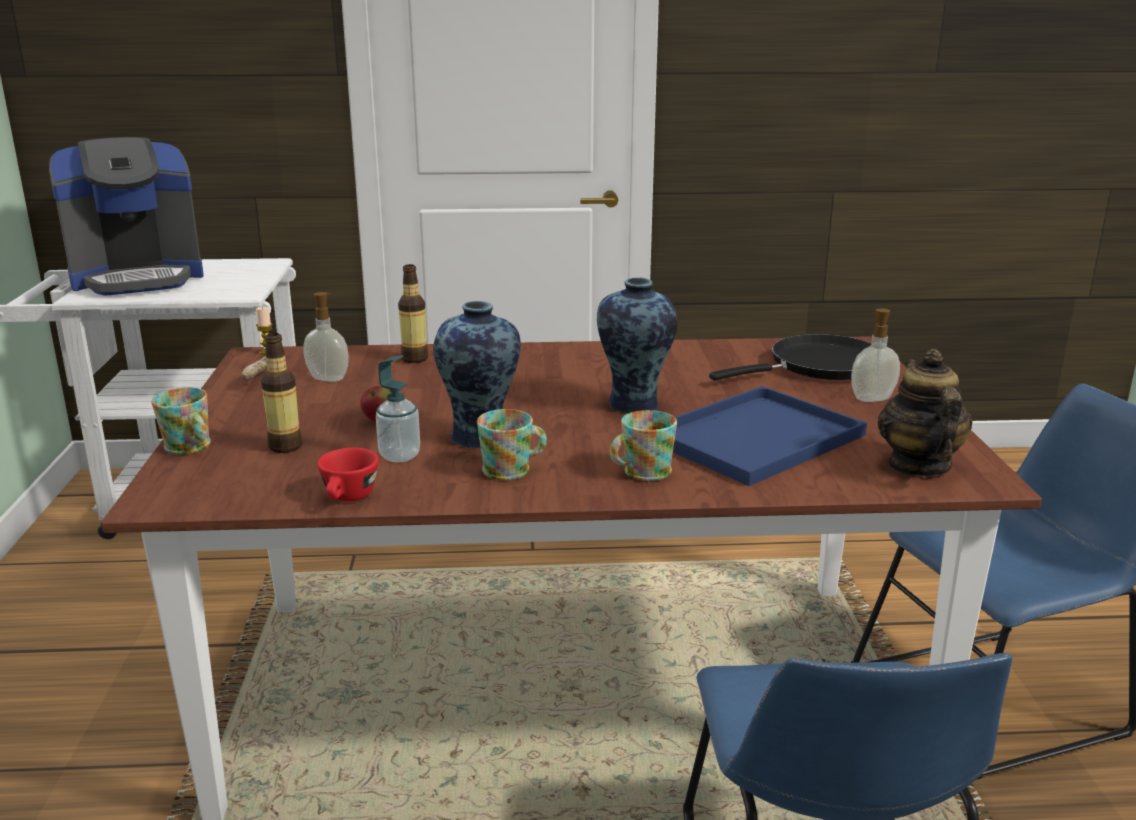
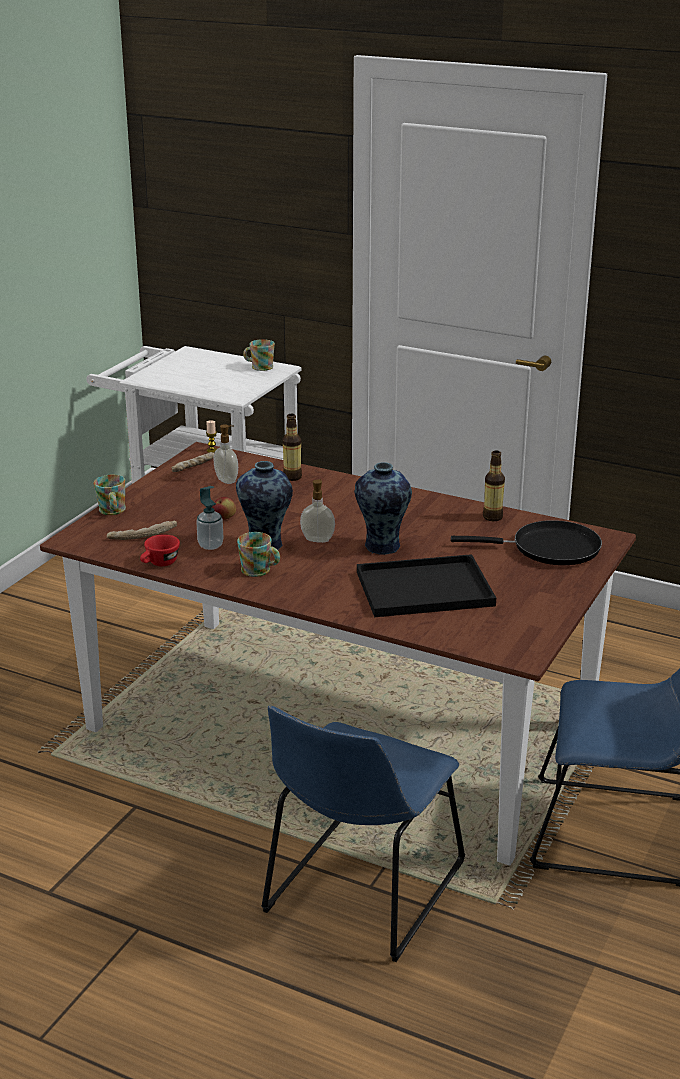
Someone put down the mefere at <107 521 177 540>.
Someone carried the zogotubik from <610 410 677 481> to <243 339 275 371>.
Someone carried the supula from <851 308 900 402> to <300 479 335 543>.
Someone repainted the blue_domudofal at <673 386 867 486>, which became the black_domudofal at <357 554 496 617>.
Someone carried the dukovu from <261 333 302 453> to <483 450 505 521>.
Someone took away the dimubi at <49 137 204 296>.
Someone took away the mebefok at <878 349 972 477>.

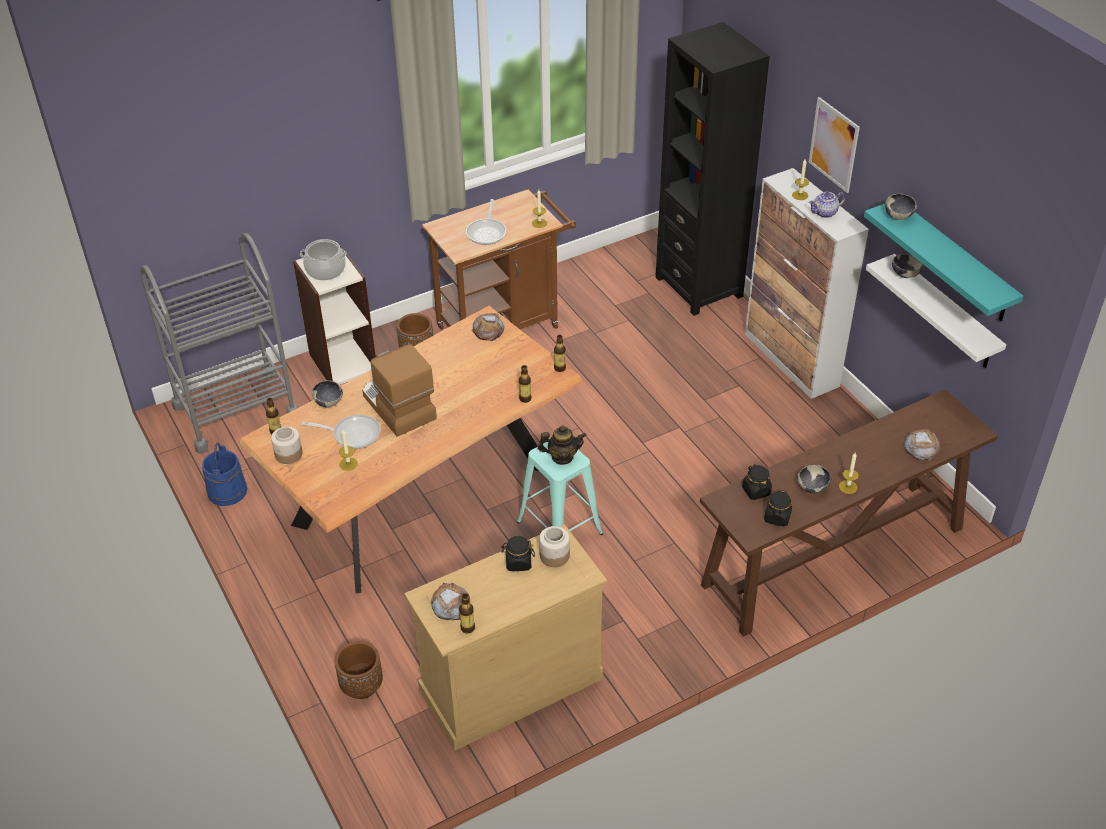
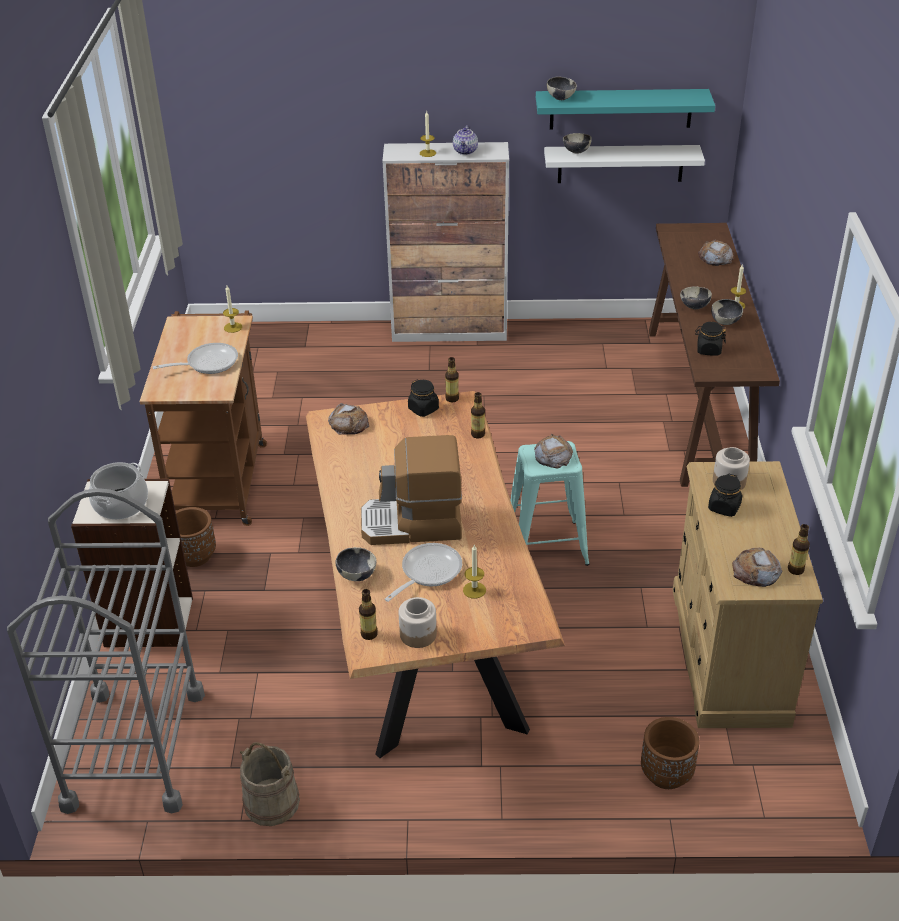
Someone rotated the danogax at <466 199 507 245> by 60 degrees counterclockwise.
Someone repainted the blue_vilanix at <202 443 247 506>, which became the beige_vilanix at <240 742 300 826>.
Someone carried the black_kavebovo from <764 490 792 526> to <408 379 439 417>.
Someone swapped the mebefok at <538 425 586 465> for the mefere at <534 434 573 469>.
Someone put down the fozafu at <680 286 712 309>.
Someone took away the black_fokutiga at <656 22 770 316>.
Someone took away the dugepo at <809 97 860 193>.

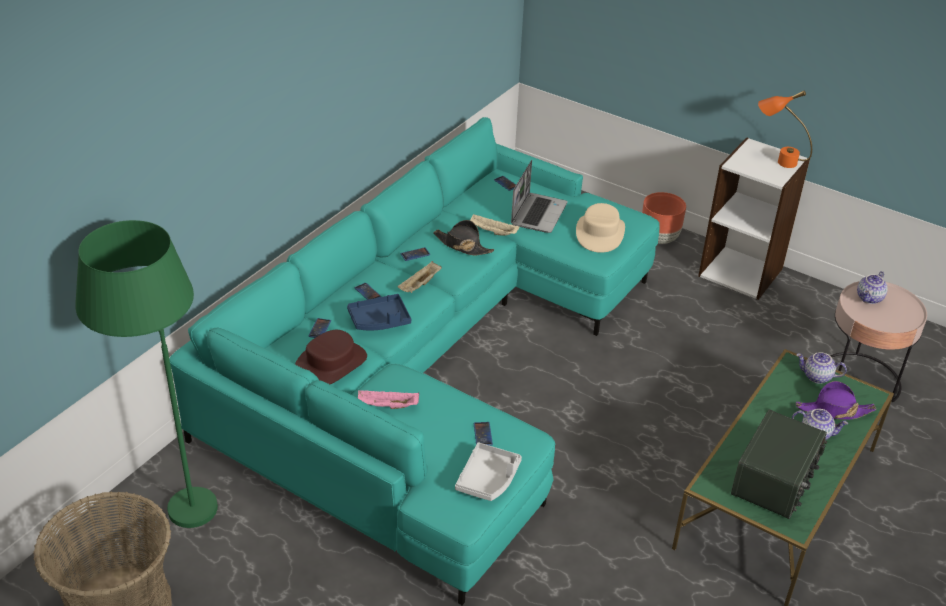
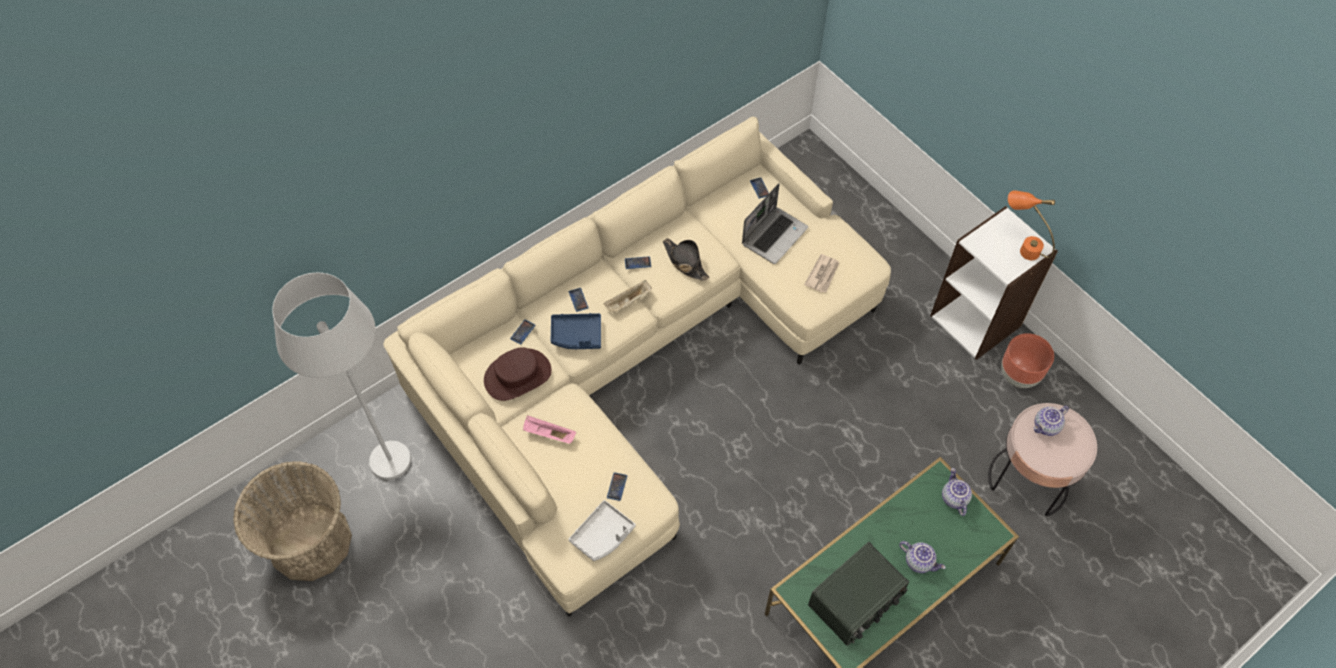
Someone repainted the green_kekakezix at <75 220 218 528>, which became the white_kekakezix at <272 273 411 480>.
Someone repainted the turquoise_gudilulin at <170 117 660 605>, which became the beige_gudilulin at <383 116 891 617>.
Someone swapped the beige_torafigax at <576 203 625 253> for the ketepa at <804 254 840 293>.
Someone rotated the mebefok at <796 352 847 384> by 45 degrees clockwise.
Someone carried the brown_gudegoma from <642 192 686 244> to <1001 333 1054 388>.
Someone took away the beige_domudofal at <470 214 520 236>.
Someone took away the purple_torafigax at <796 381 876 419>.

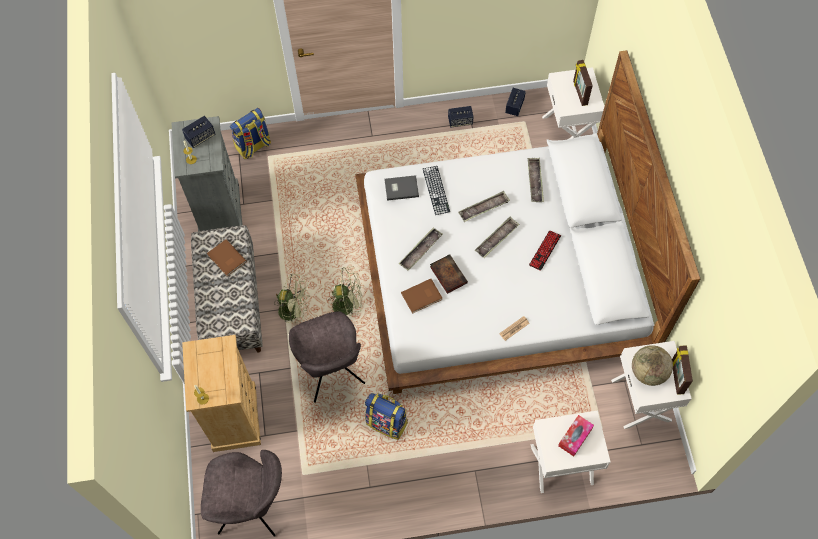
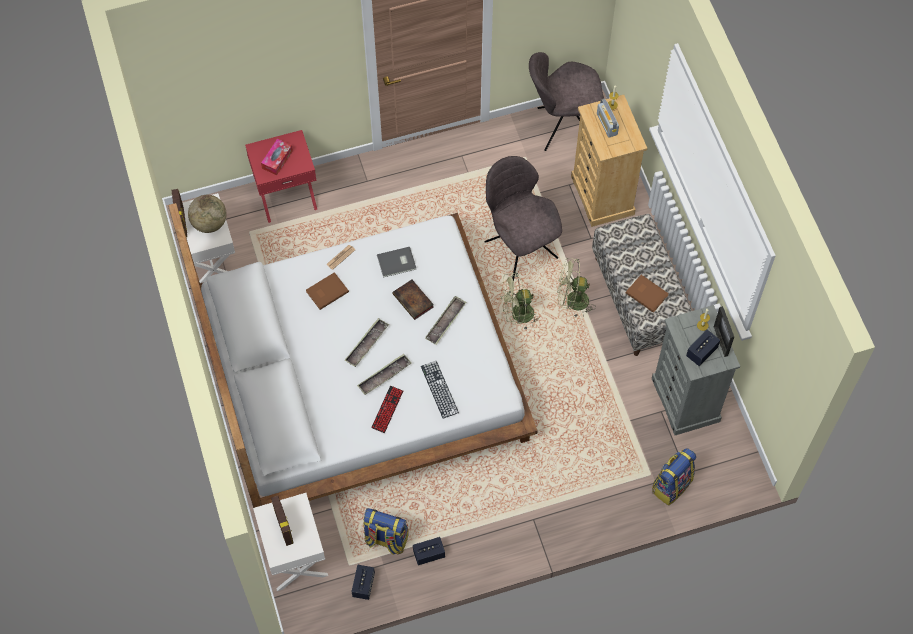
Someone repainted the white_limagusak at <530 411 611 493>, which became the red_limagusak at <245 130 317 223>.
Someone carried the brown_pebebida from <401 279 443 314> to <306 272 349 310>.
Someone carried the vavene from <365 393 408 440> to <363 508 409 555>.
Someone carried the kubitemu from <529 230 561 271> to <371 386 403 433>.
Someone carried the grey_pebebida from <385 175 419 201> to <377 247 416 278>.
Someone put down the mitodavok at <597 99 619 138>.
Someone put down the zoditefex at <714 306 734 357>.
Someone took away the domudofal at <527 158 544 202>.

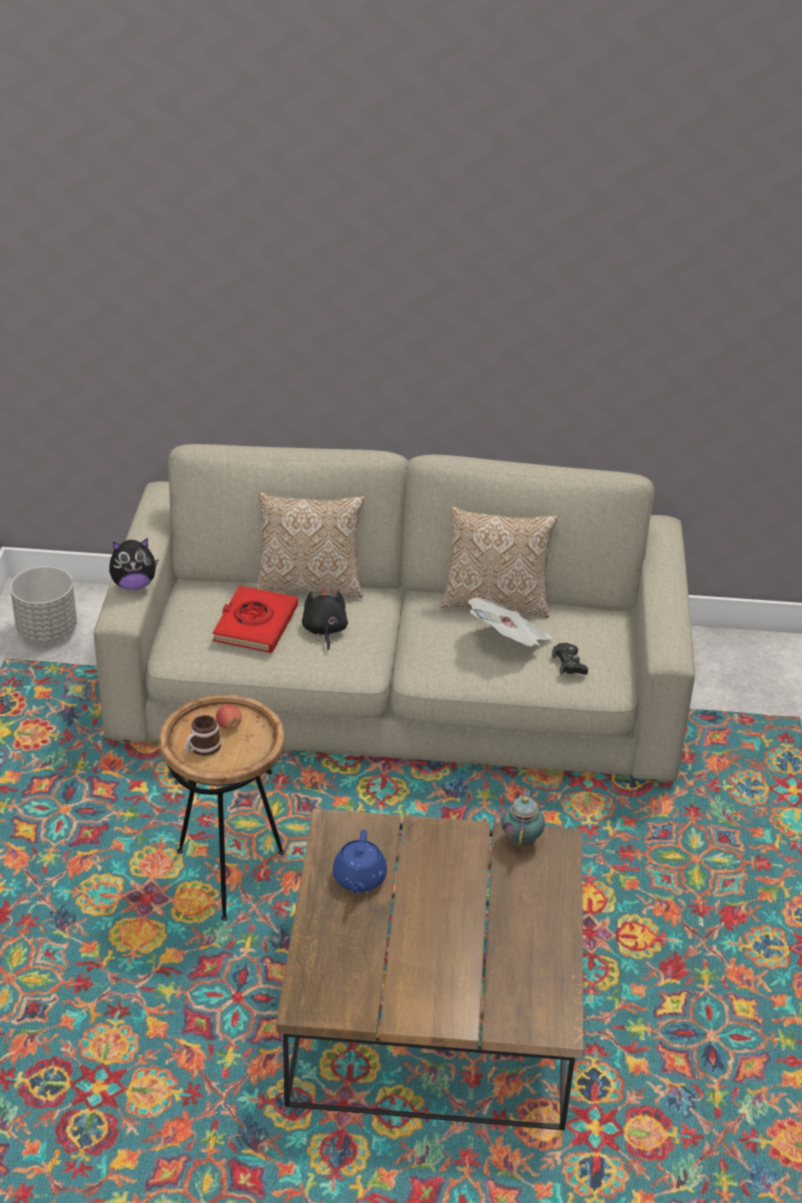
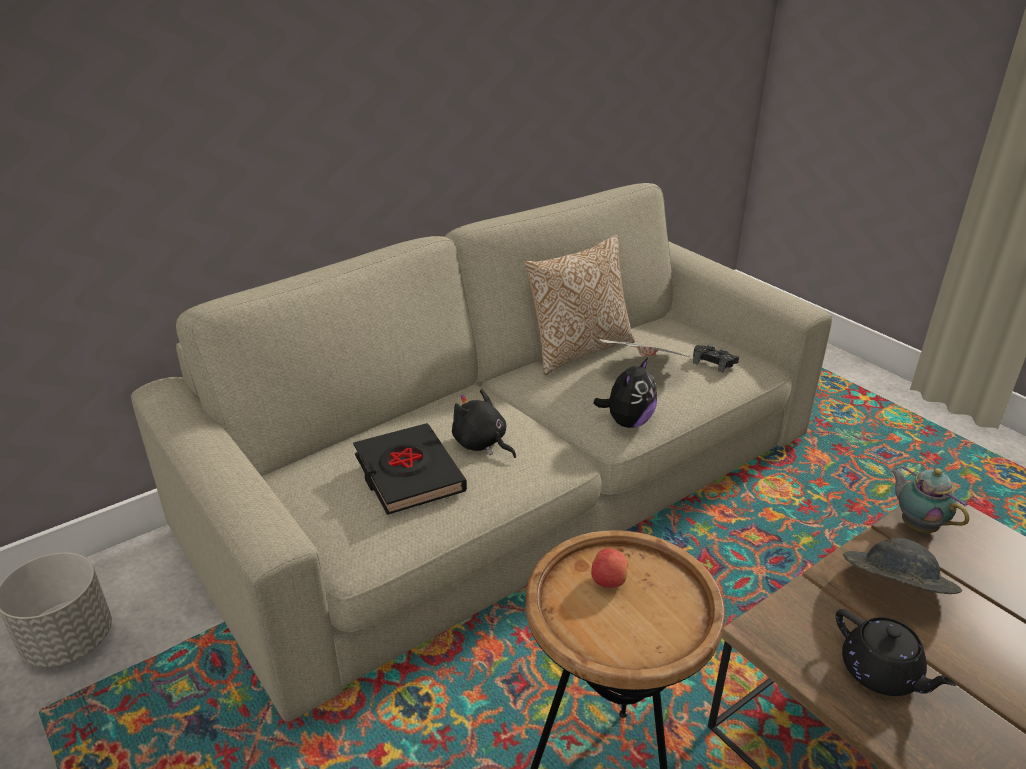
Someone repainted the red_pebebida at <212 585 298 653>, which became the black_pebebida at <353 423 467 515>.
Someone carried the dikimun from <109 538 158 590> to <593 357 657 428>.
Someone repainted the blue_mebefok at <333 830 387 893>, which became the black_mebefok at <836 609 956 696>.
Someone put down the grey_torafigax at <843 538 962 594>.
Someone took away the zogotubik at <185 715 221 756>.
Someone took away the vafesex at <256 492 365 598>.

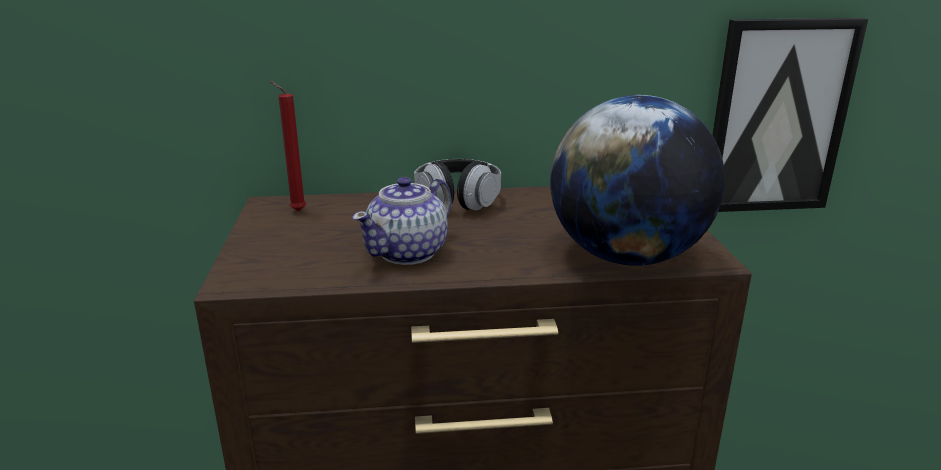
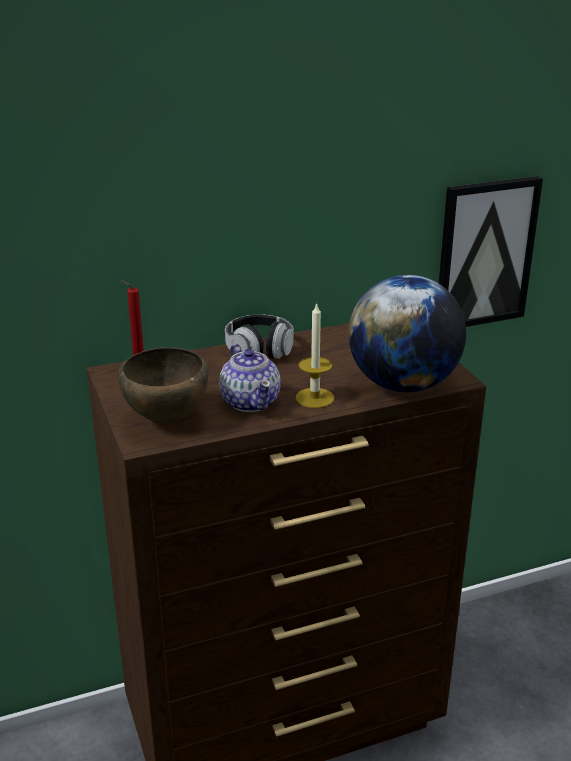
Someone put down the brown_fozafu at <118 347 208 424>.
Someone rotated the mebefok at <352 177 452 265> by 45 degrees counterclockwise.
Someone put down the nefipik at <296 302 334 408>.

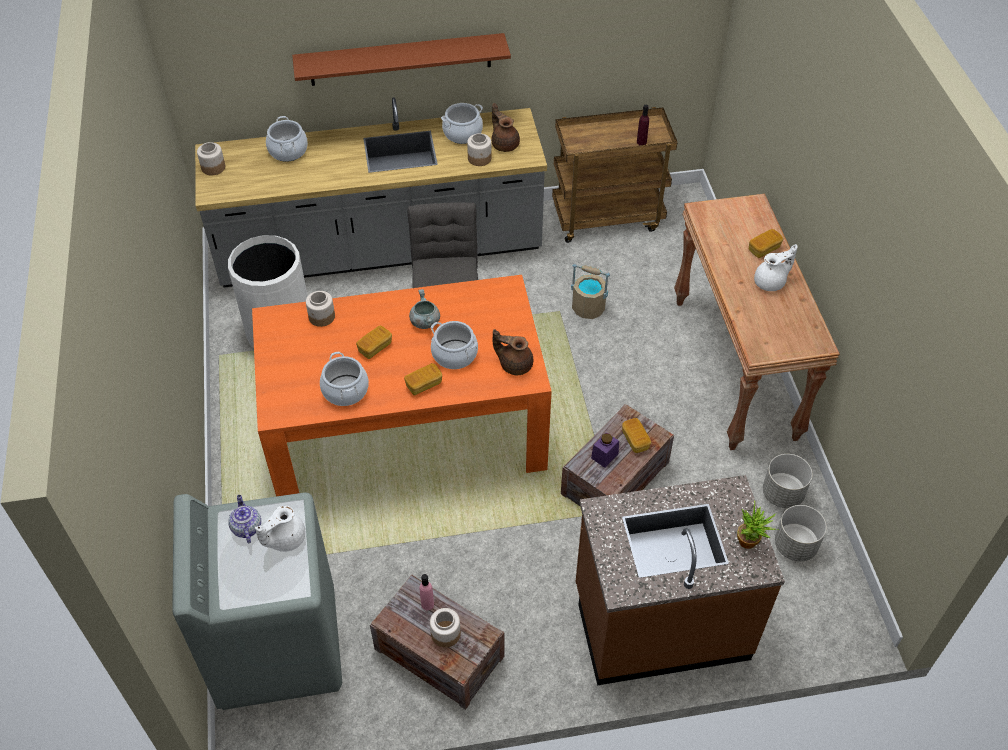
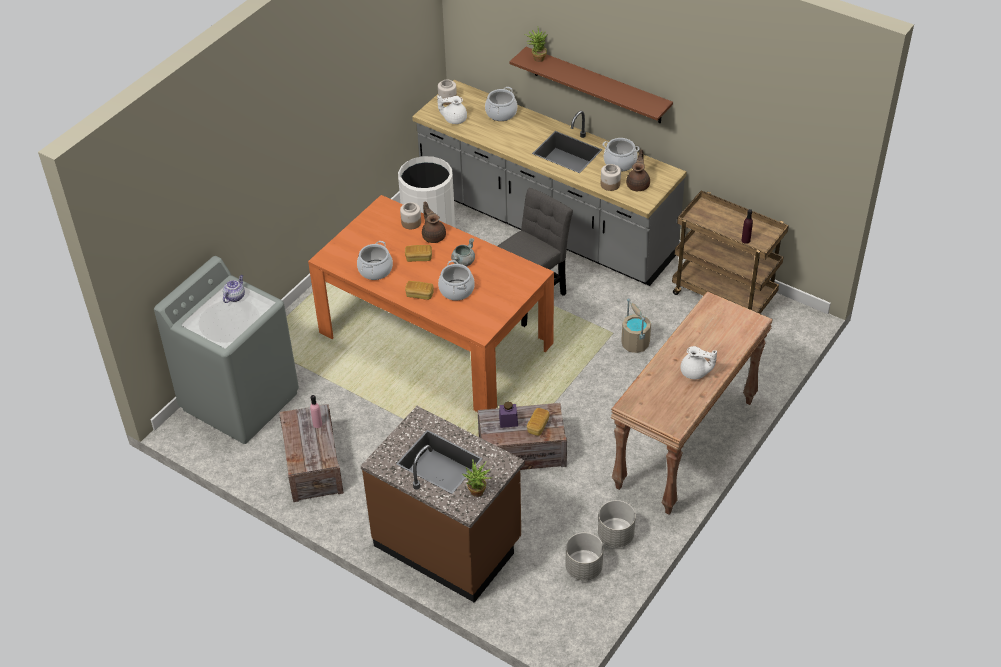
Someone carried the brown_mebefok from <493 329 533 375> to <422 201 446 243>.
Someone carried the white_mebefok from <255 506 305 552> to <437 95 467 124>.
Someone put down the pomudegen at <524 28 548 62>.
Someone took away the kavebovo at <430 608 461 648>.
Someone took away the mefere at <749 229 783 258>.

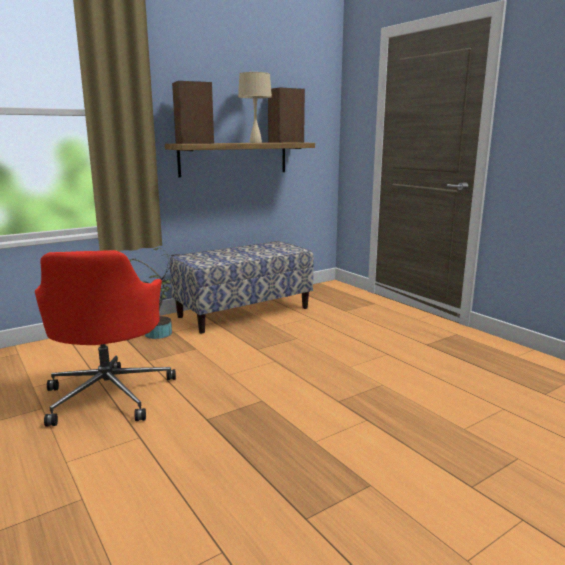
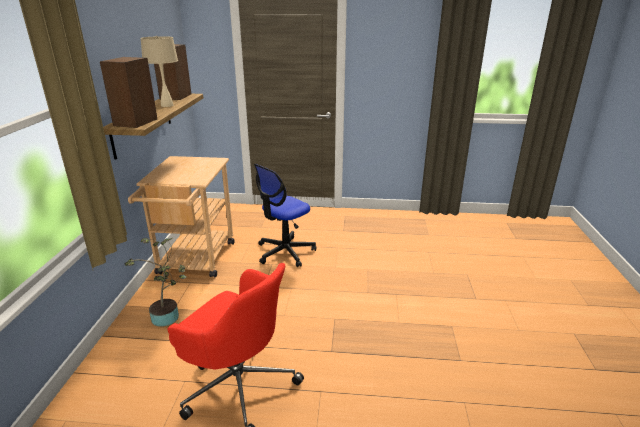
Someone swapped the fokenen at <170 241 314 333> for the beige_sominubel at <128 156 234 277>.
Someone put down the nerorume at <254 164 316 267>.

